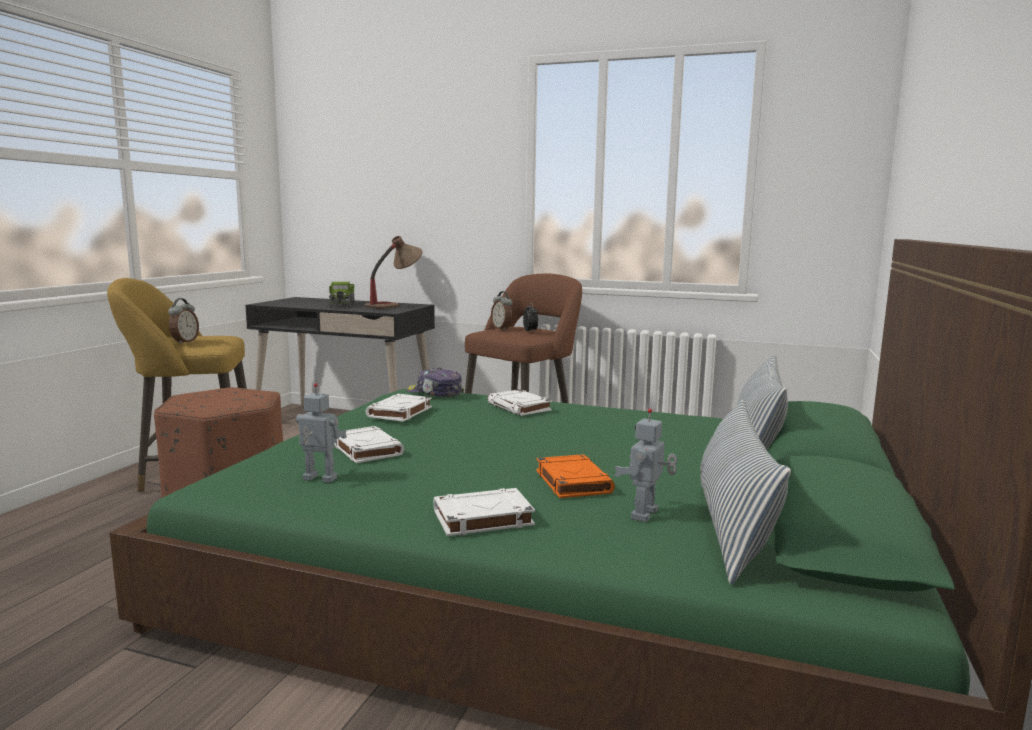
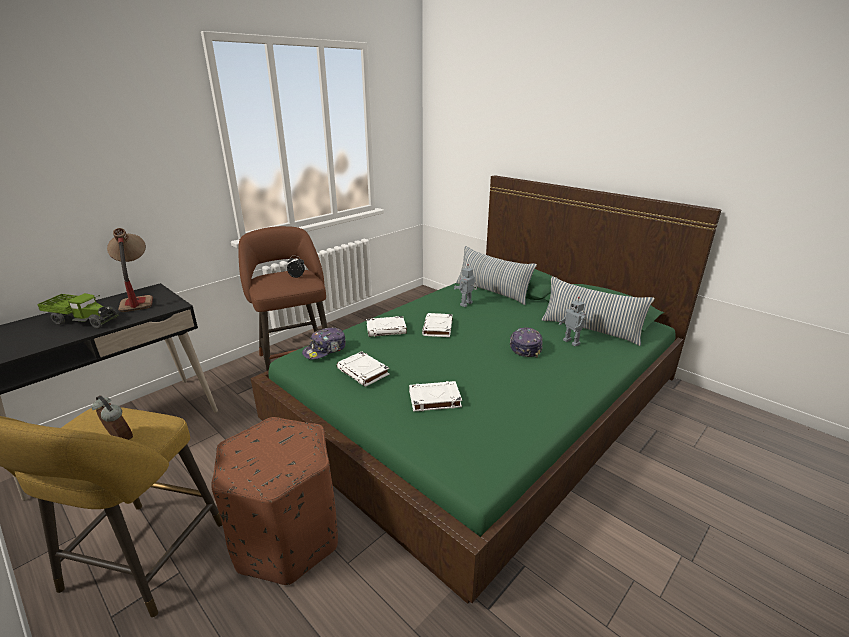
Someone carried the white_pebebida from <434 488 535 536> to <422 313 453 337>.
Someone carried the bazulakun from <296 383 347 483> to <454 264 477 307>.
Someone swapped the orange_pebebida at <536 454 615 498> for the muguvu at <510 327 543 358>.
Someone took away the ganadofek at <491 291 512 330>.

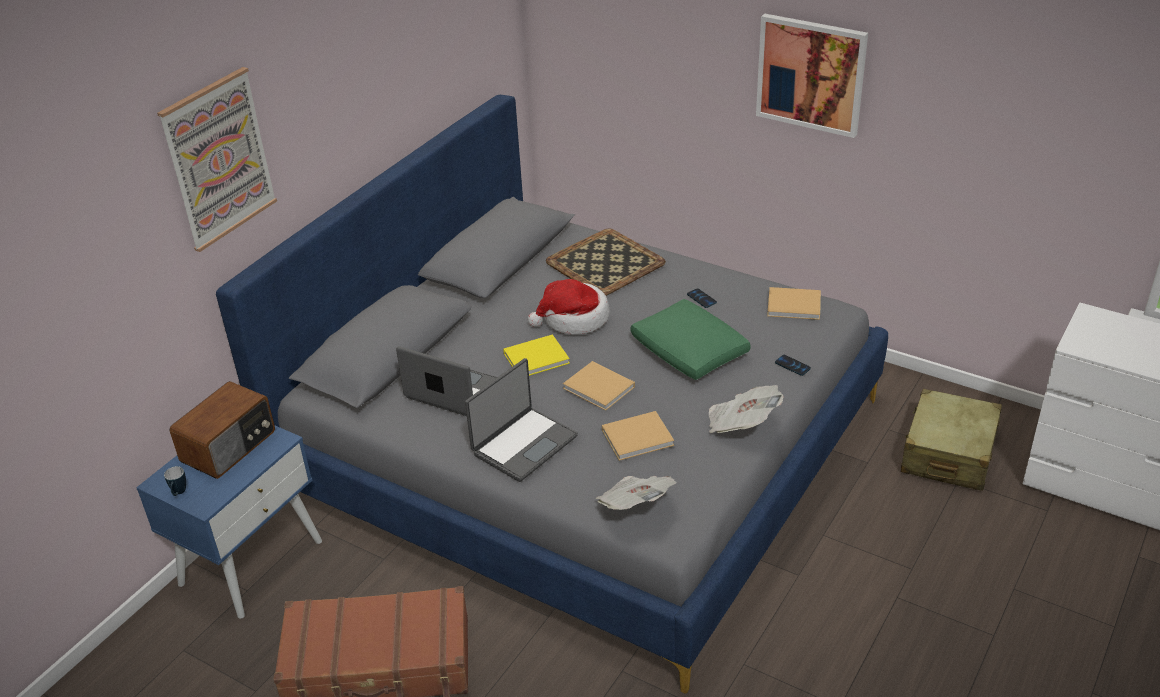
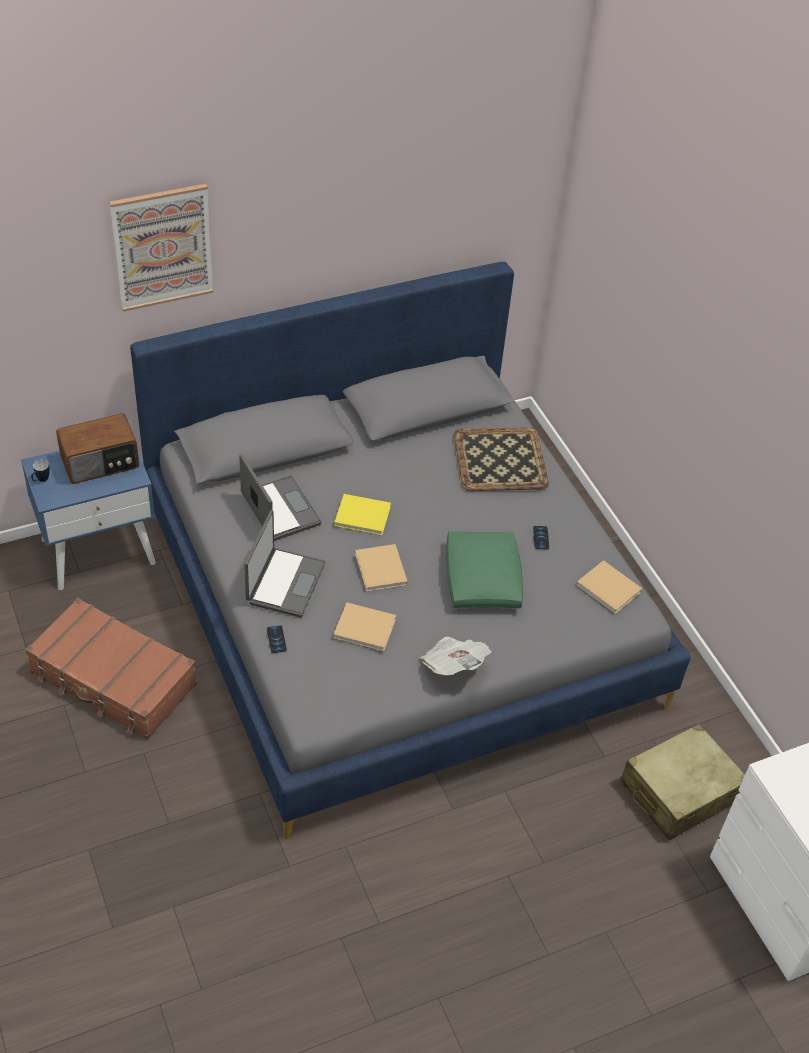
Someone rotated the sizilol at <465 358 578 482> by 60 degrees counterclockwise.
Someone carried the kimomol from <775 355 811 376> to <267 625 287 653>.
Someone took away the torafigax at <528 279 610 335>.
Someone took away the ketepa at <595 476 677 510>.
Someone took away the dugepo at <756 14 868 138>.

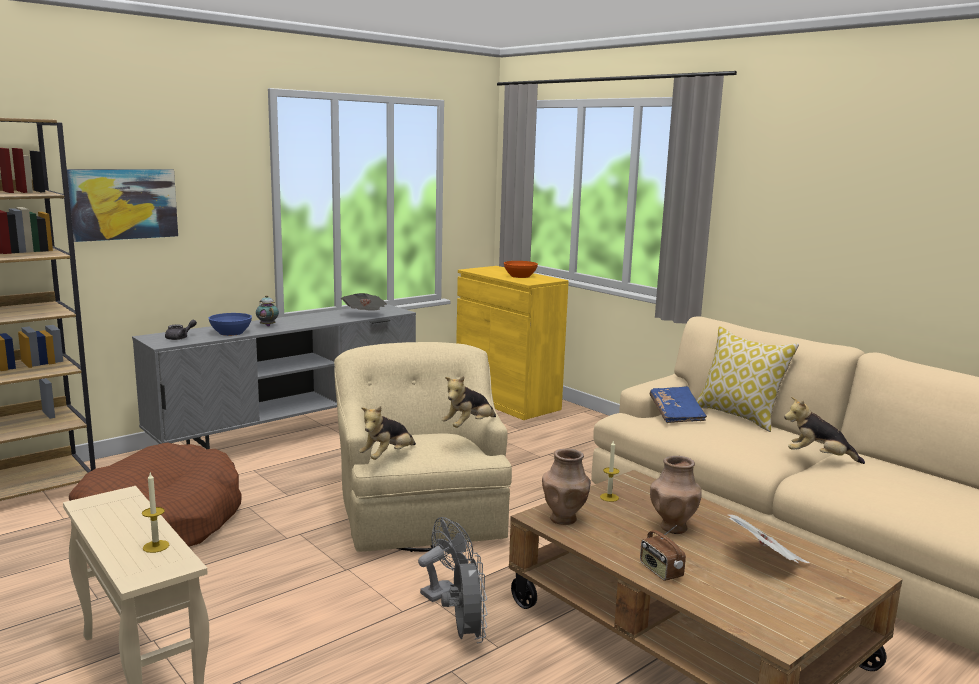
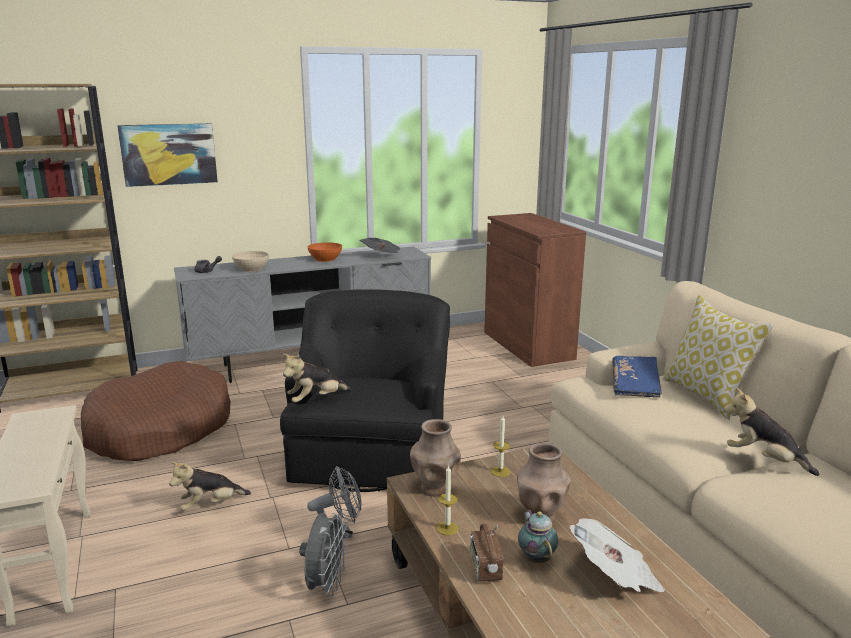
Someone carried the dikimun from <442 376 496 428> to <169 462 251 511>.
Someone repainted the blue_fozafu at <209 313 252 336>, which became the beige_fozafu at <232 251 269 272>.
Someone repainted the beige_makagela at <334 342 512 552>, which became the black_makagela at <280 290 450 492>.
Someone carried the orange_fozafu from <504 261 538 278> to <308 242 342 262>.
Someone carried the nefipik from <142 473 169 553> to <437 465 459 535>.
Someone repainted the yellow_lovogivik at <456 266 569 420>, which became the brown_lovogivik at <484 213 586 367>.
Someone carried the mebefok from <256 295 279 327> to <518 510 558 563>.

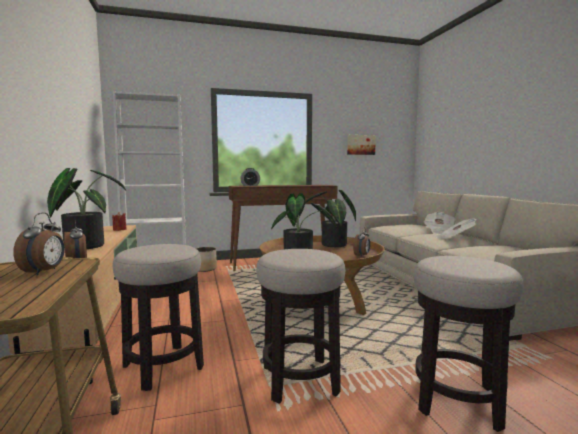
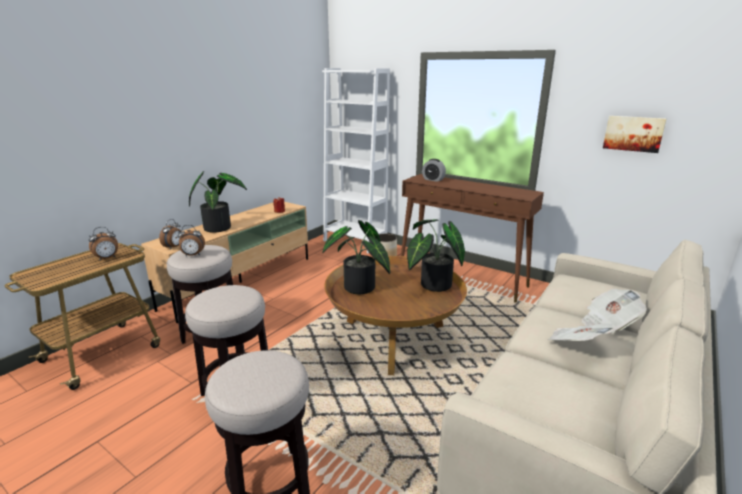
Someone carried the ganadofek from <353 227 370 256> to <177 225 205 256>.

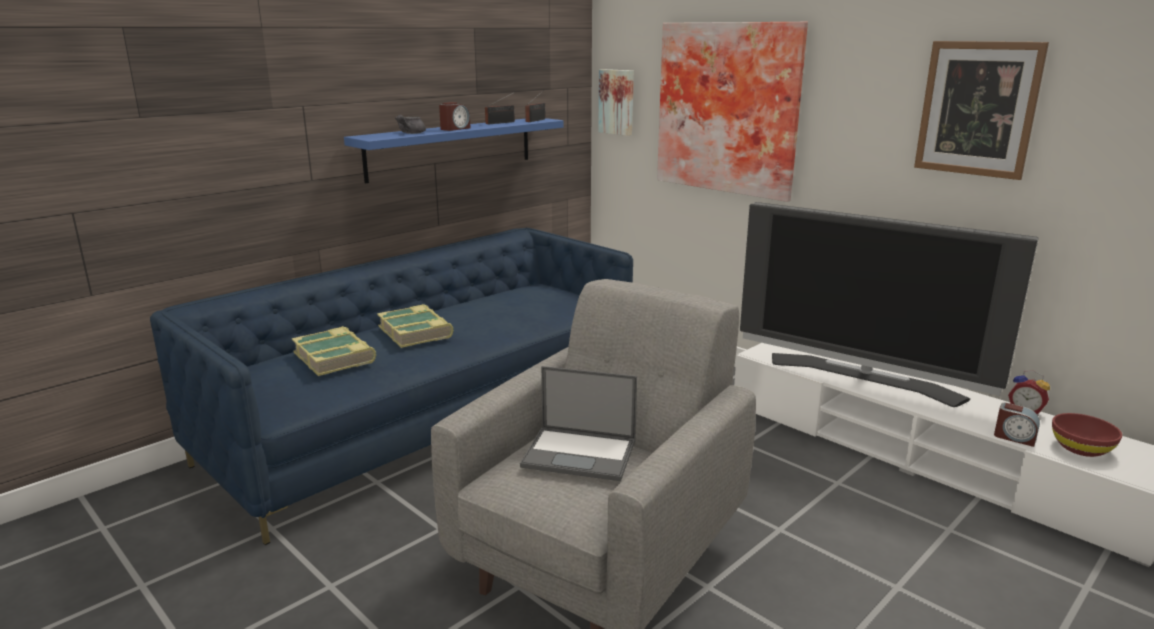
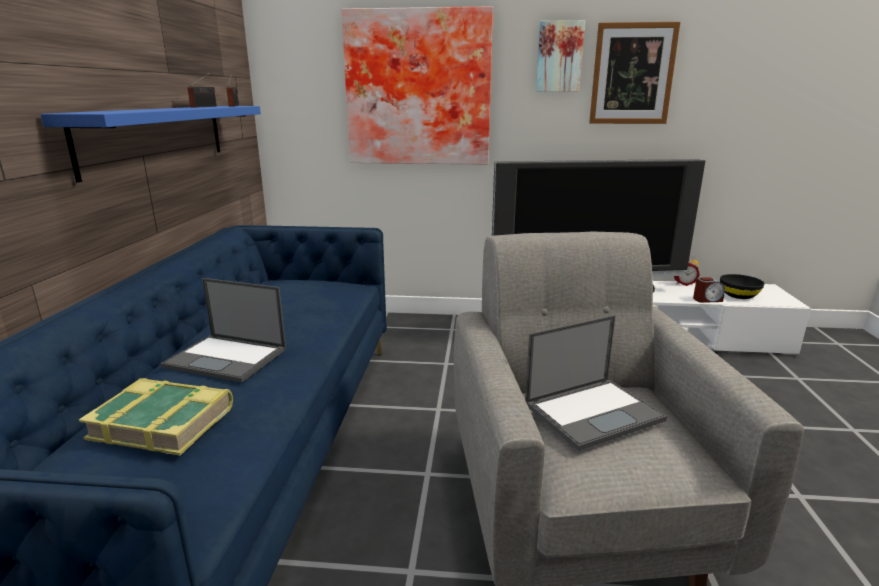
Someone swapped the pebebida at <377 304 454 348> for the sizilol at <161 278 286 383>.
Someone carried the dugepo from <598 69 634 136> to <536 20 585 92>.
Someone repainted the red_fozafu at <1052 413 1122 457>, which became the black_fozafu at <720 274 764 299>.
Someone took away the grey_mebefok at <395 115 426 134>.
Someone took away the ganadofek at <439 102 471 131>.

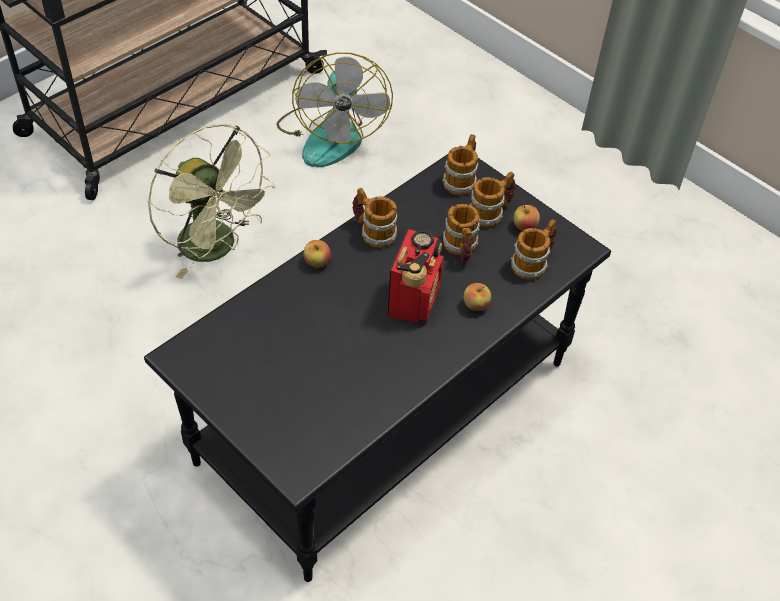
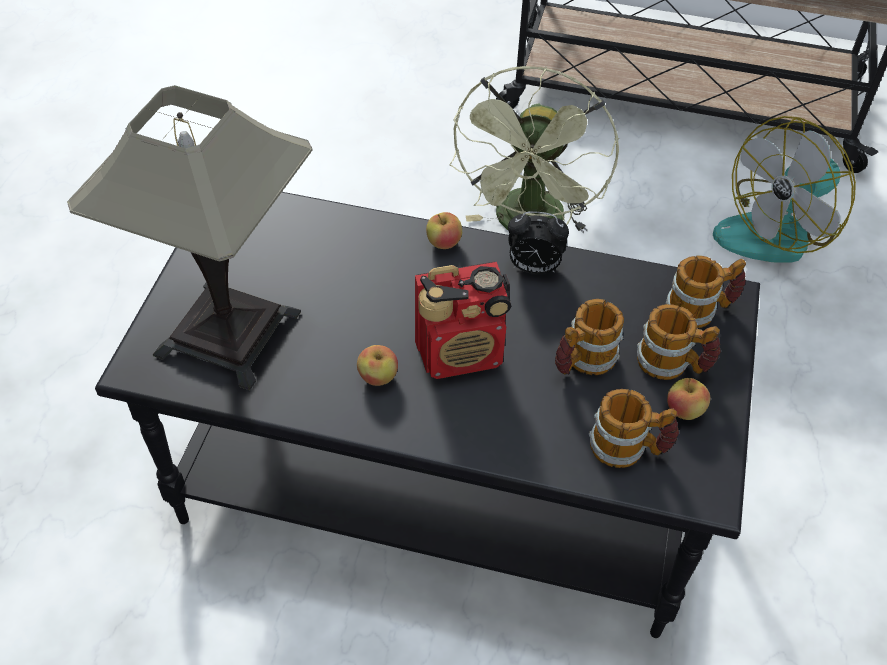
Someone put down the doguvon at <67 85 312 390>.
Someone carried the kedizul from <464 283 491 311> to <357 345 398 386>.
Someone swapped the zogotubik at <352 188 397 248> for the ganadofek at <508 211 569 274>.

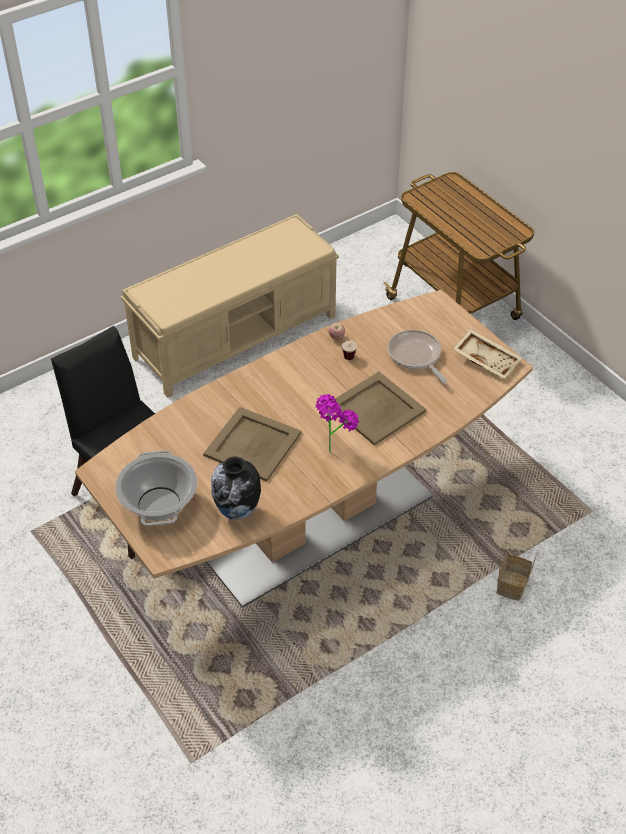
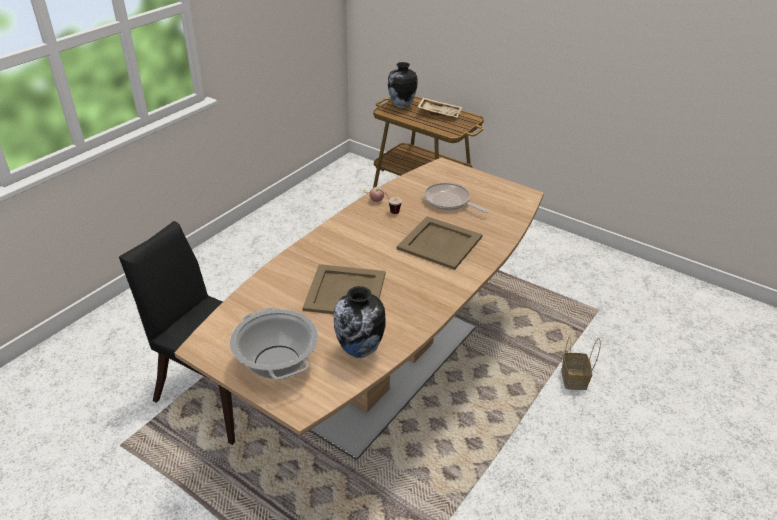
Someone put down the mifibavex at <388 62 417 109>.
Someone carried the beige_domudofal from <453 329 522 379> to <418 97 462 118>.
Someone took away the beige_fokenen at <121 214 339 398>.
Someone took away the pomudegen at <316 394 359 452>.

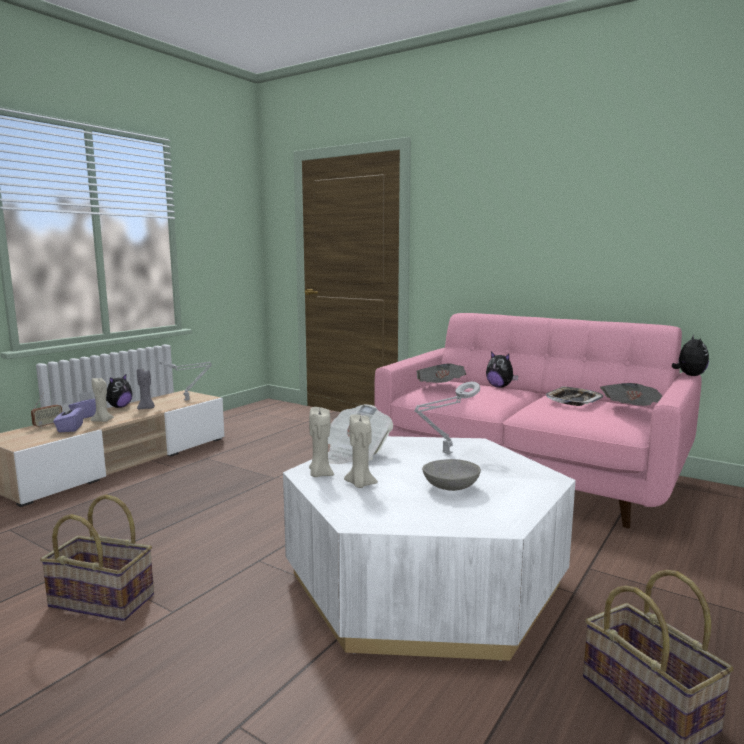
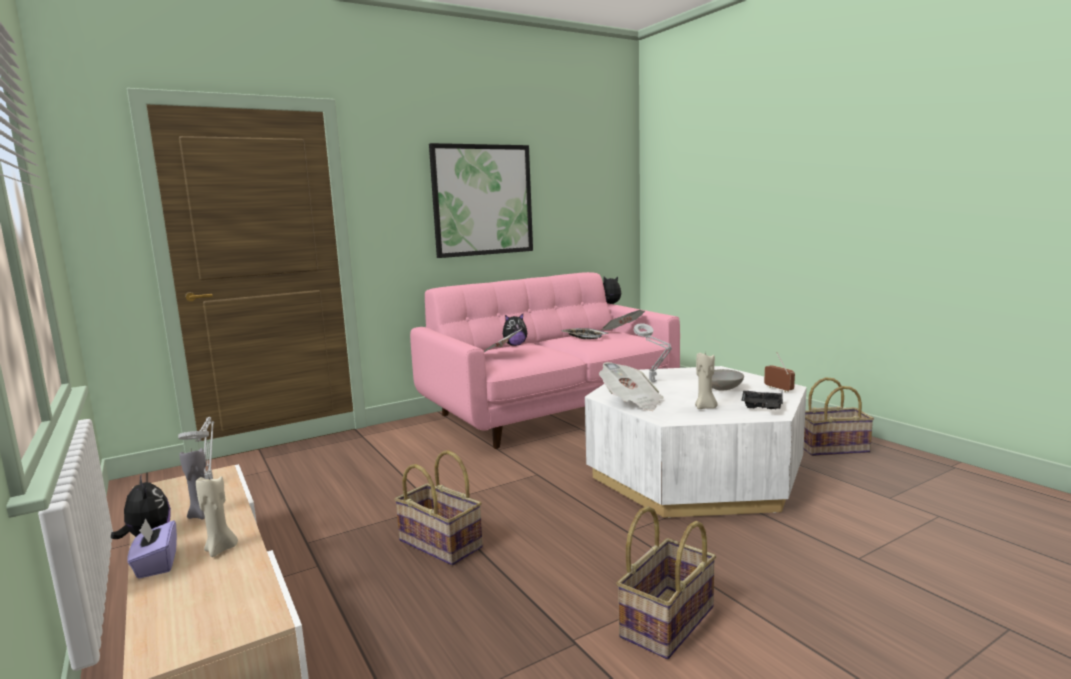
Someone put down the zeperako at <394 450 483 565>.
Someone put up the dugepo at <429 143 533 258>.
Someone put down the black_domudofal at <741 391 783 410>.
Someone carried the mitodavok from <31 392 63 428> to <764 352 795 392>.
Someone took away the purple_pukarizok at <53 402 84 432>.
Someone took away the beige_nefipik at <309 407 334 477>.

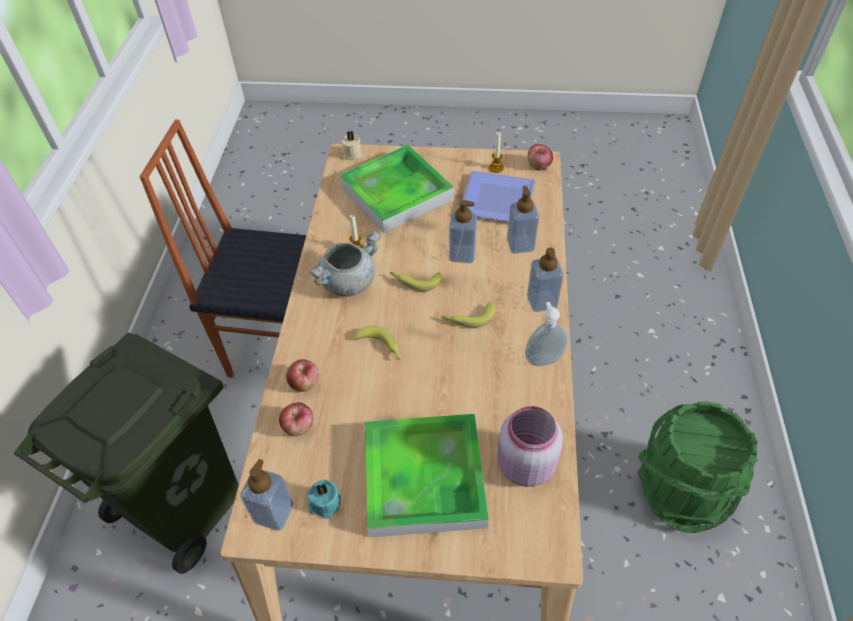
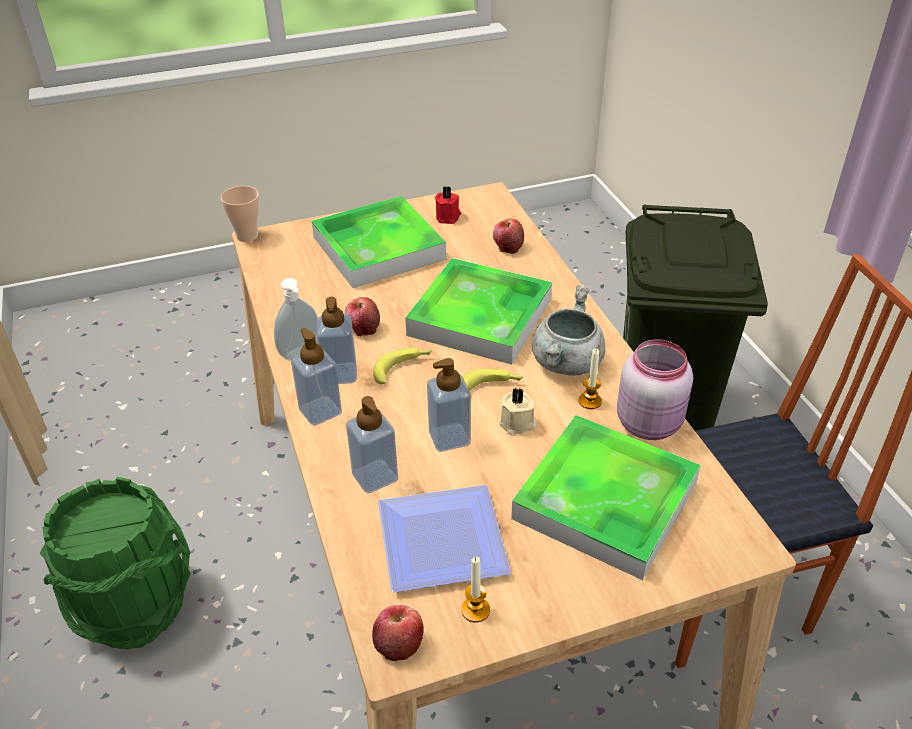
Someone put down the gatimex at <221 186 260 242>.
Someone carried the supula from <240 459 293 531> to <317 297 357 384>.
Someone carried the kedizul from <286 359 319 392> to <345 297 380 336>.
Someone swapped the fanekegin at <355 326 400 359> for the domudofal at <405 258 552 365>.
Someone repainted the turquoise_nefipik at <307 480 341 519>, which became the red_nefipik at <435 186 461 224>.
Someone carried the beige_nefipik from <341 131 363 160> to <499 388 537 435>.
Someone carried the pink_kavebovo from <497 406 563 487> to <617 339 693 440>.

